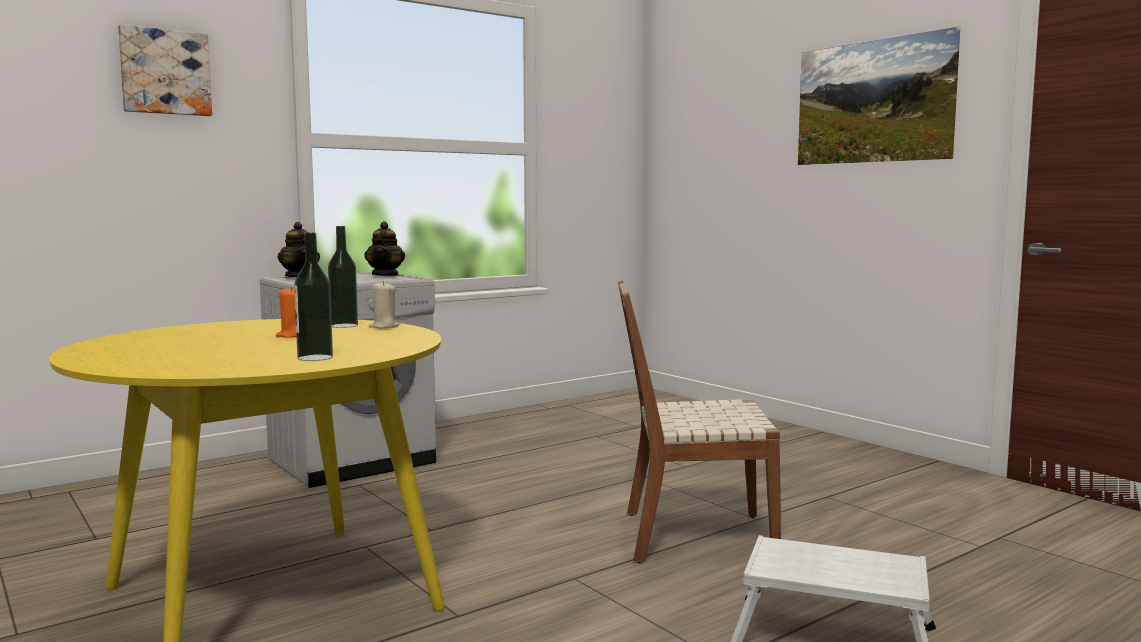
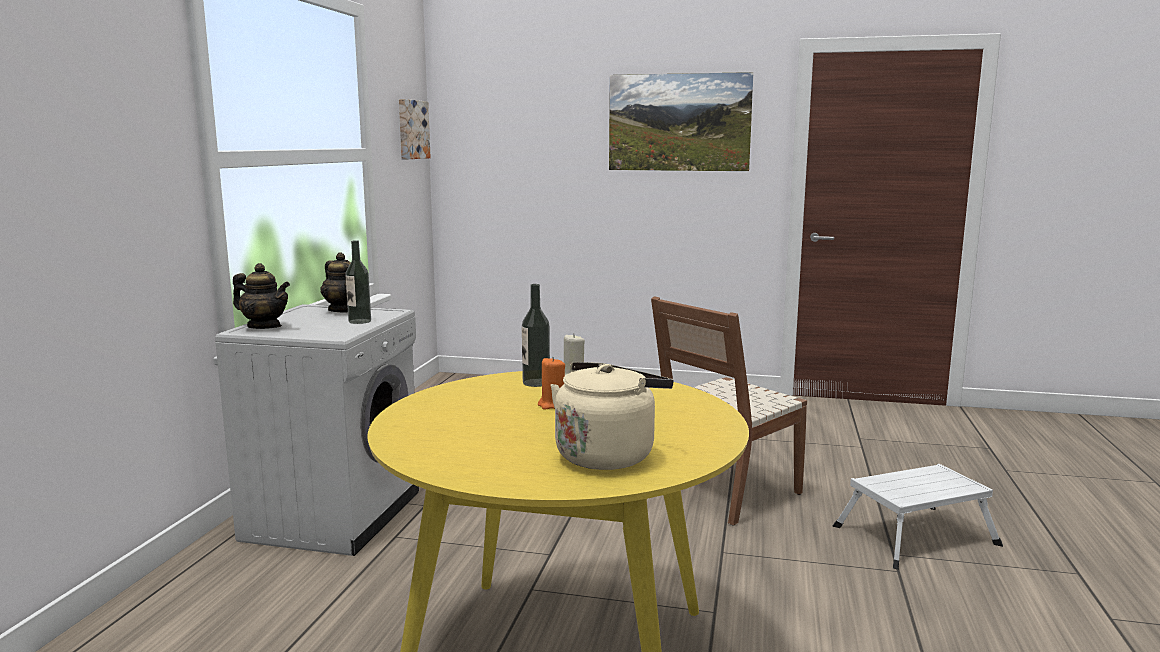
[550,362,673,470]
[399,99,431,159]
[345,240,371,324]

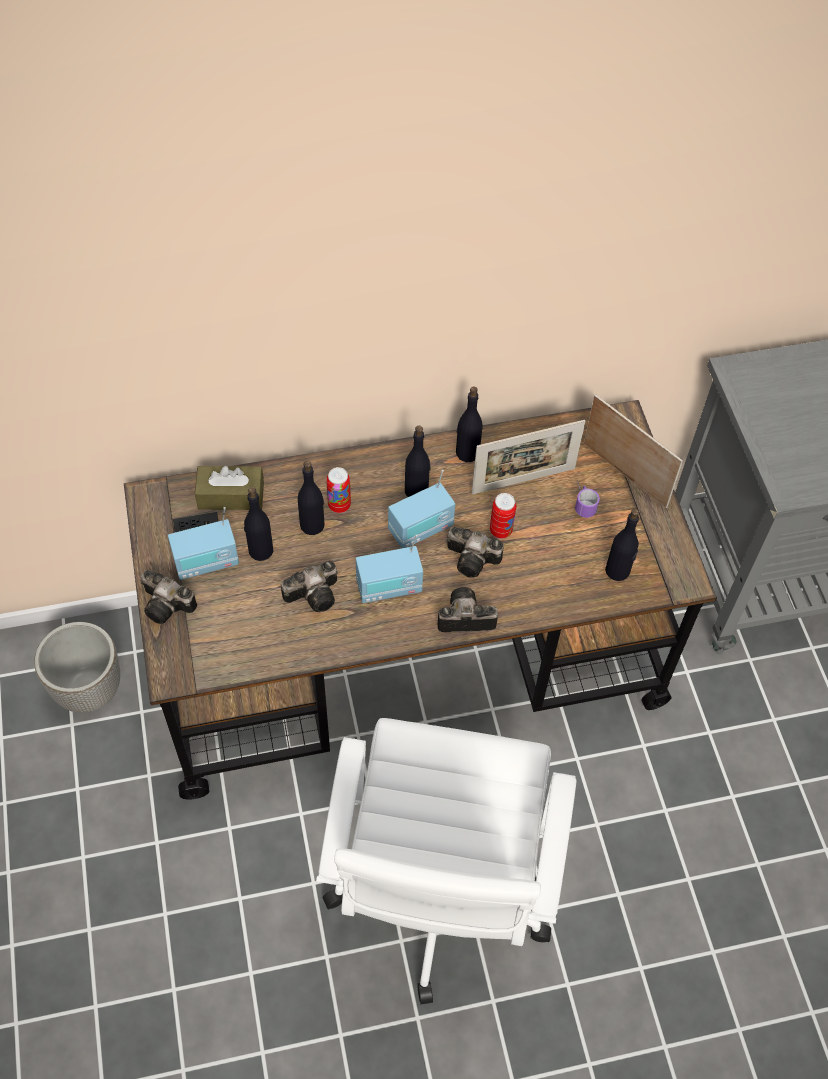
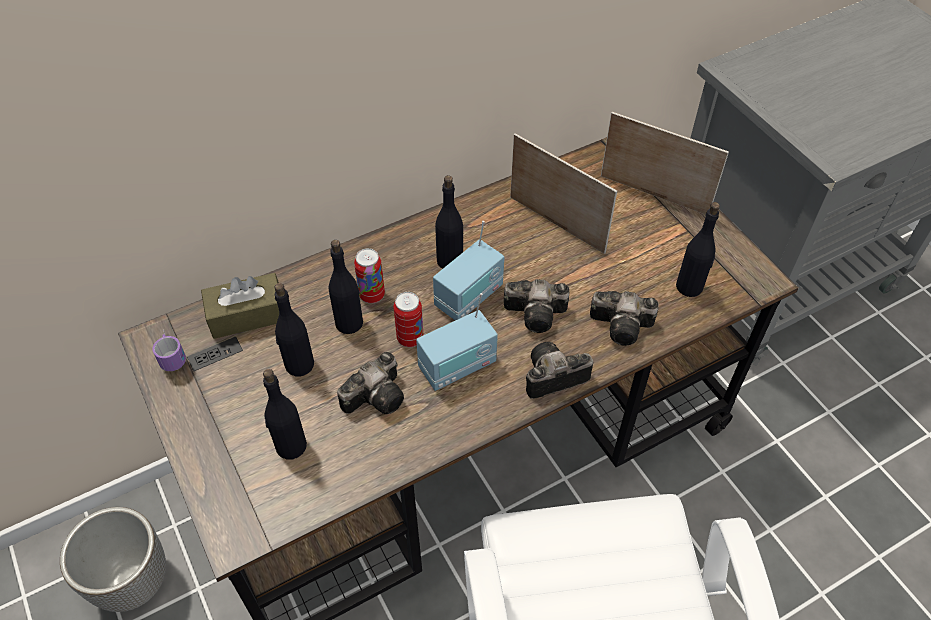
[168,507,239,580] (first image)
[590,291,659,346]
[263,369,307,460]
[394,292,423,347]
[152,330,186,371]
[510,133,617,254]

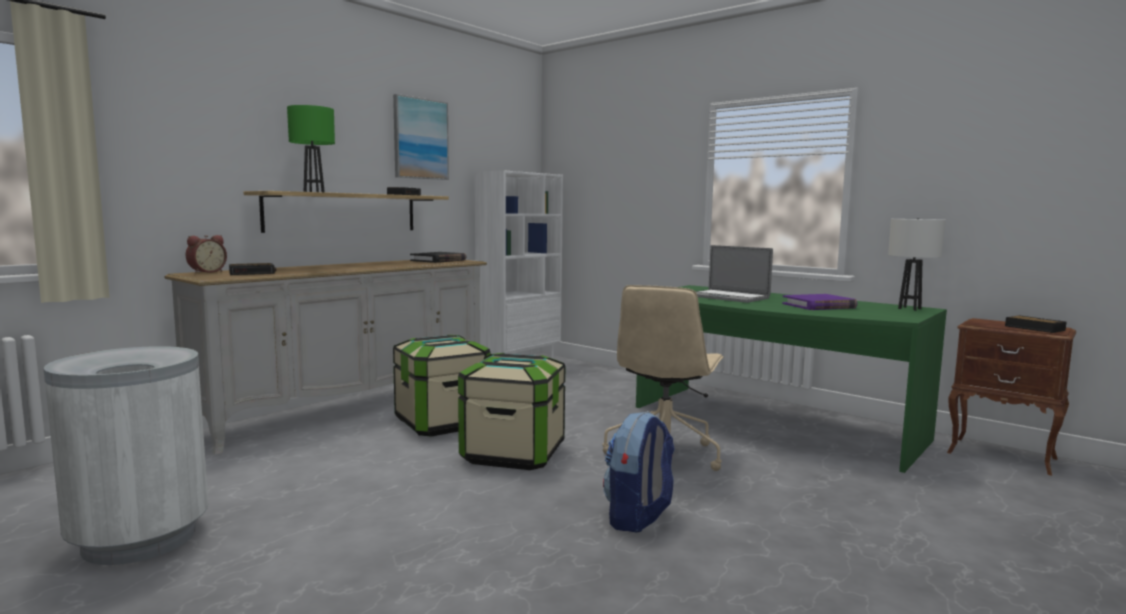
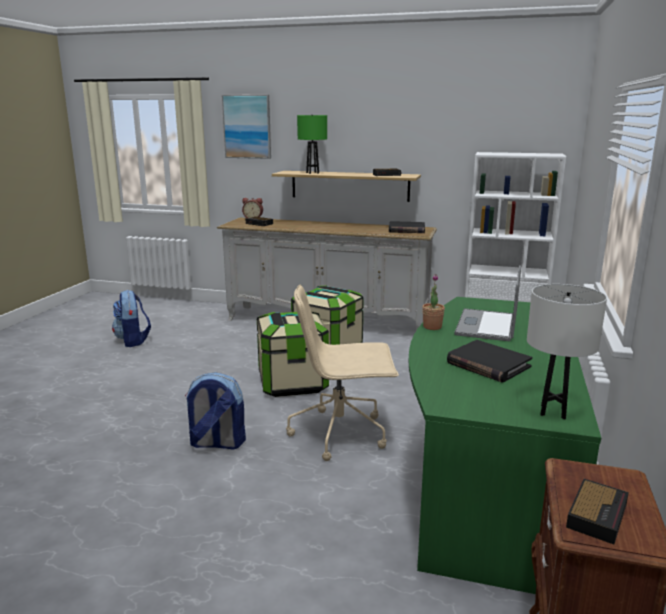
[422,274,445,330]
[222,95,271,159]
[112,290,151,347]
[447,340,532,382]

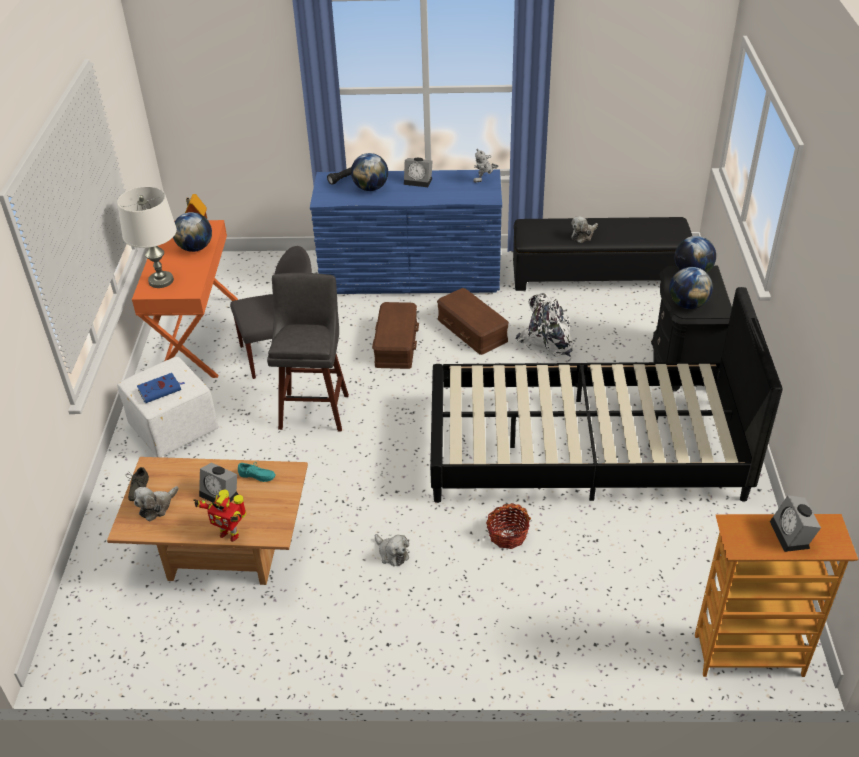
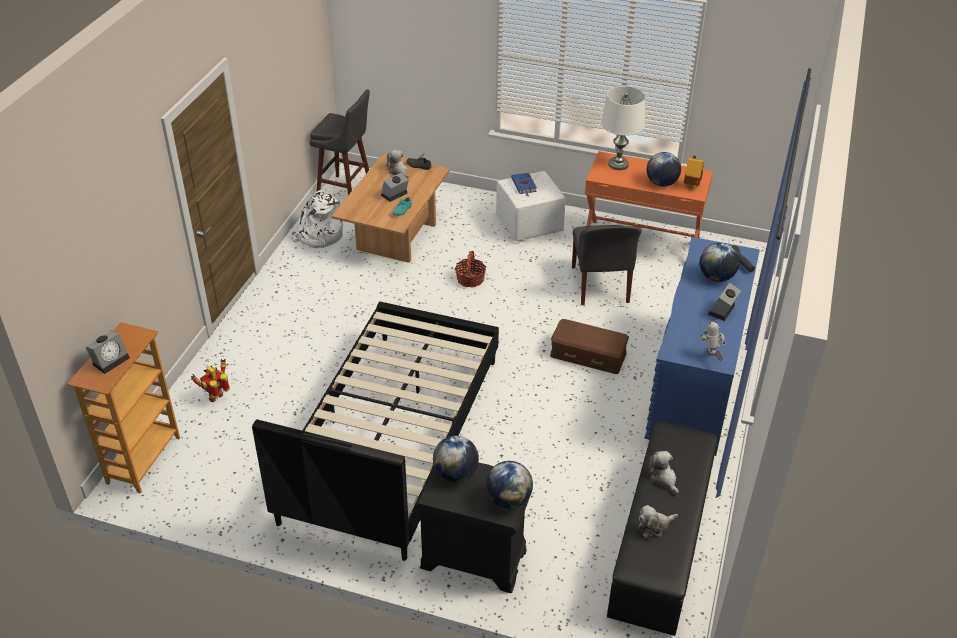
[437,288,509,355] (first image)
[191,359,230,402]
[309,89,370,195]
[638,505,678,538]
[455,251,486,287]
[290,190,343,248]
[85,331,130,374]

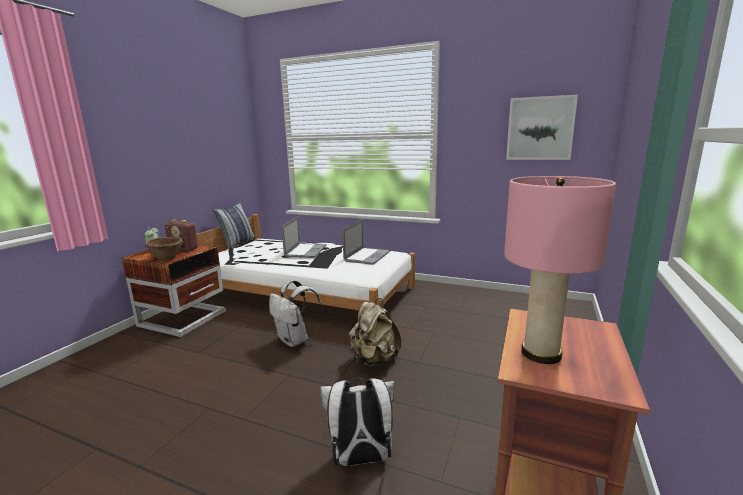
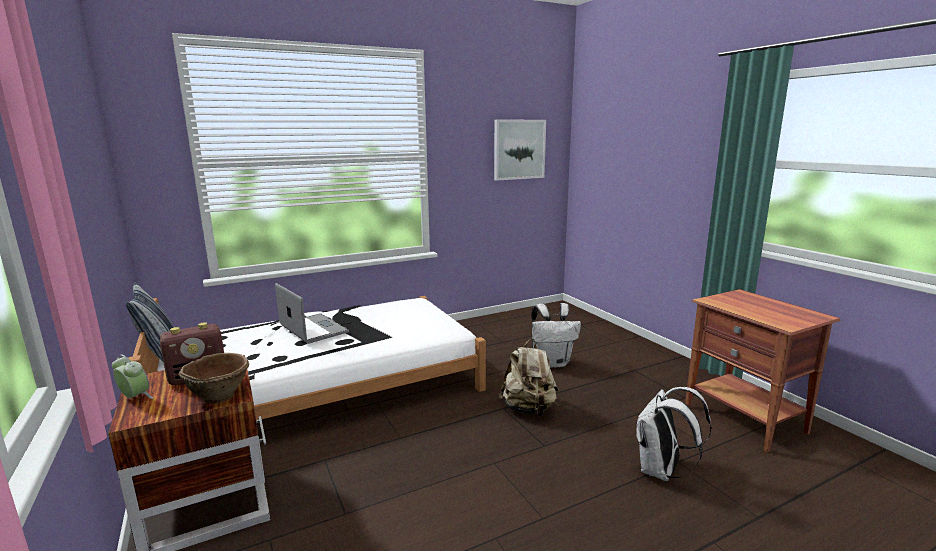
[342,219,390,265] (first image)
[504,176,616,364] (first image)
[532,303,581,368]

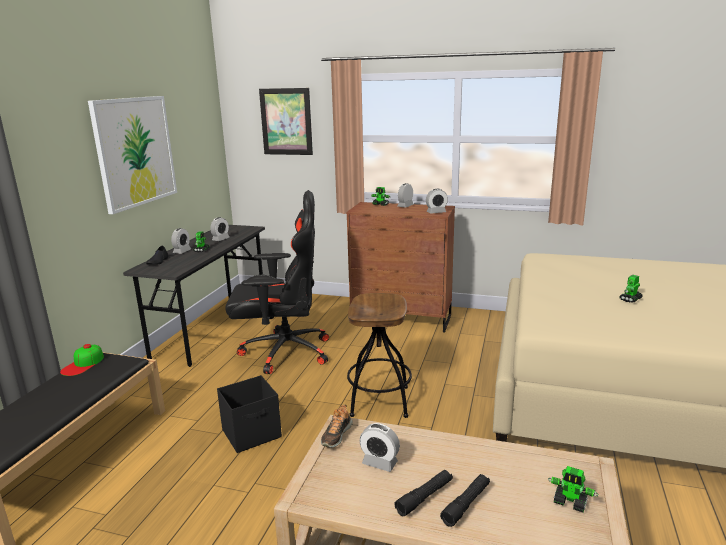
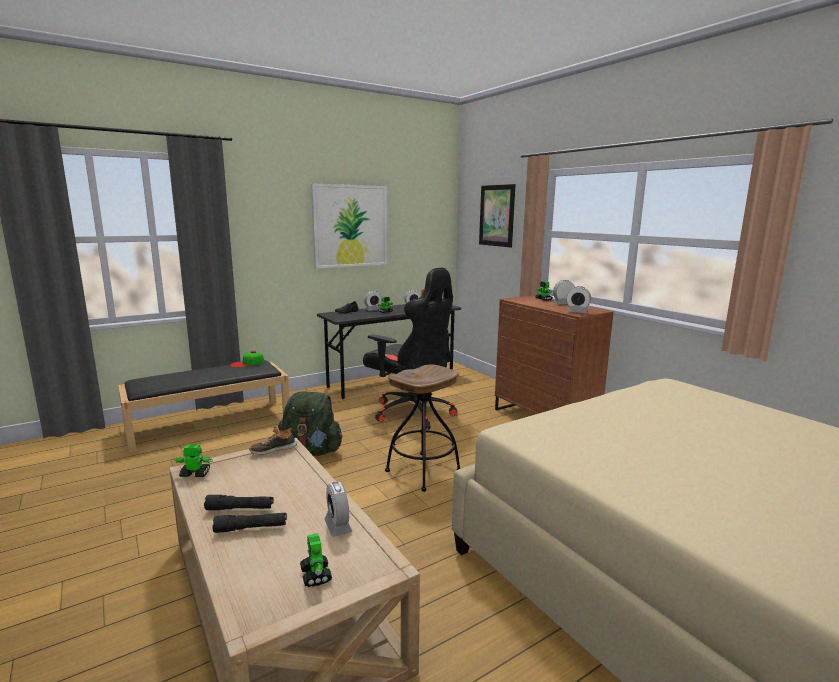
[324,482,353,537]
[174,444,213,477]
[278,392,343,456]

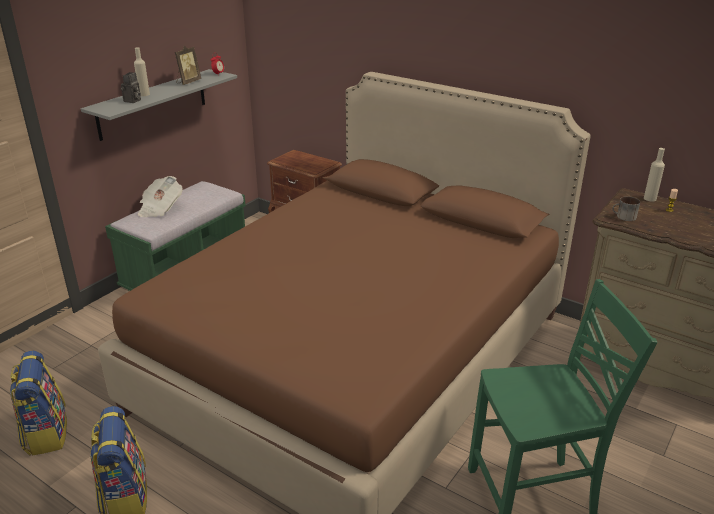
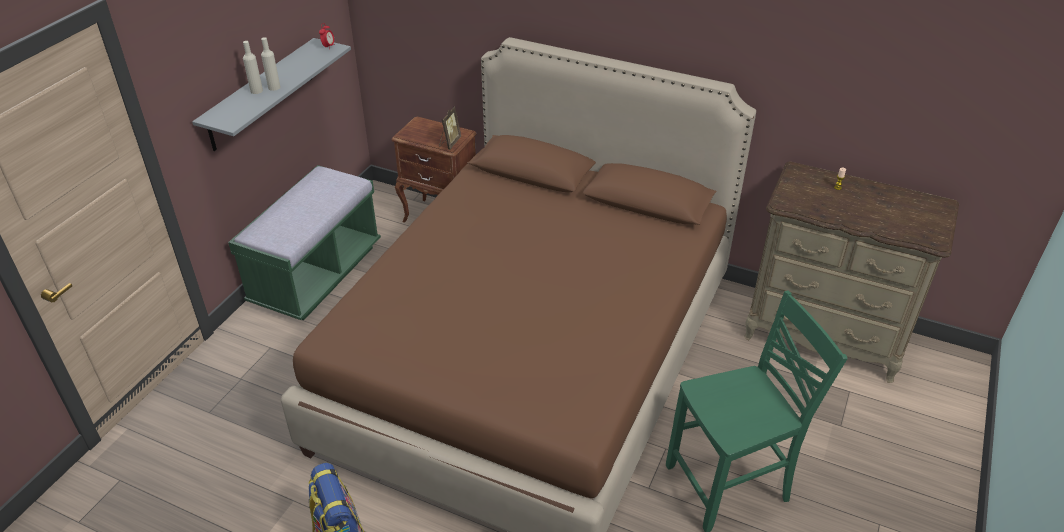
[10,351,67,455] (first image)
[121,72,141,103] (first image)
[138,176,183,217] (first image)
[612,196,640,221] (first image)
[439,107,461,150]
[261,37,280,91]

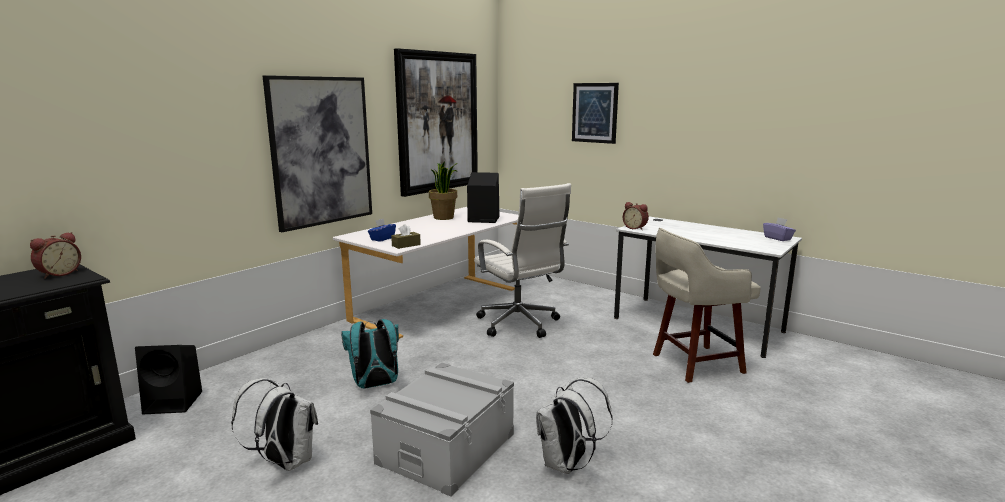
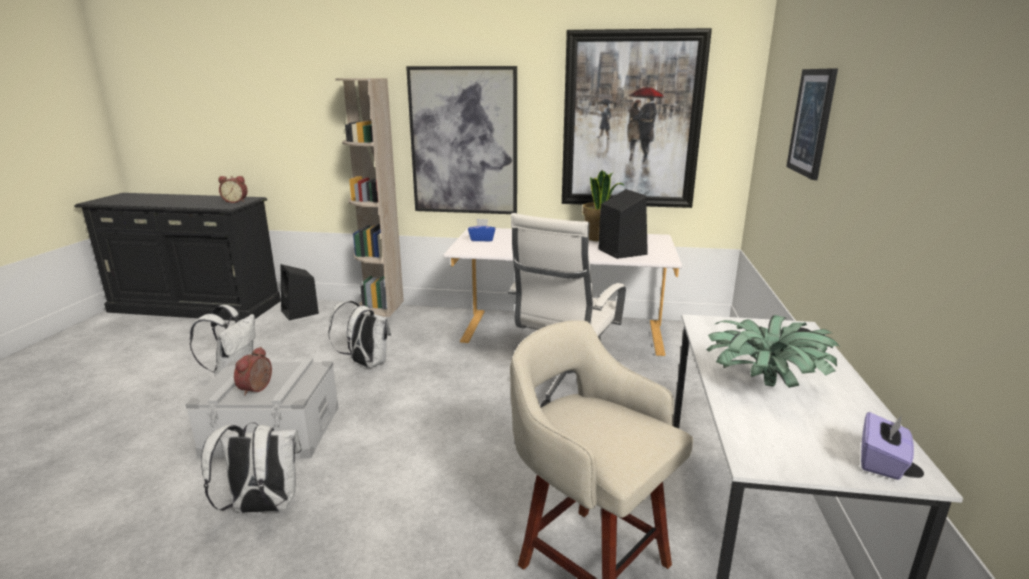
[391,224,421,249] (first image)
[335,78,404,318]
[706,315,840,388]
[234,347,272,396]
[328,301,391,368]

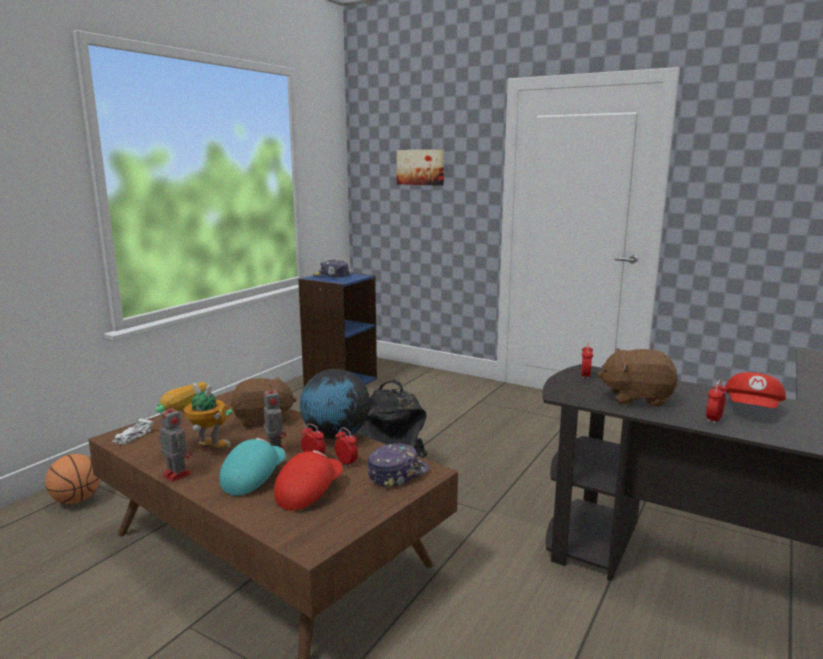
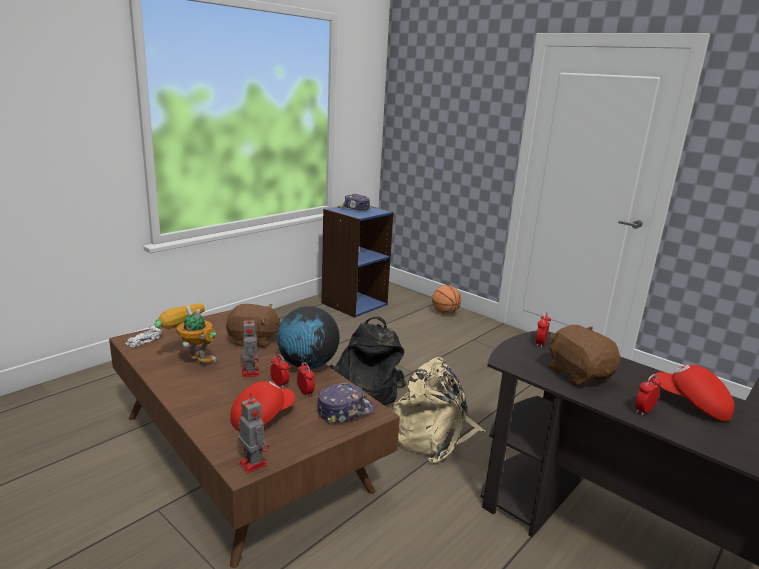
[219,438,286,496] (first image)
[397,150,444,186] (first image)
[390,357,486,464]
[432,285,461,314]
[238,393,270,474]
[548,325,620,386]
[656,365,734,421]

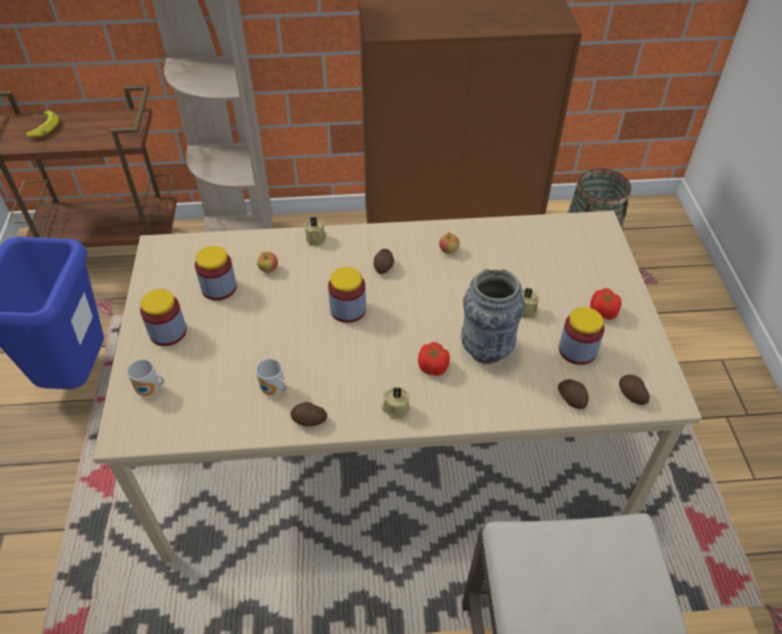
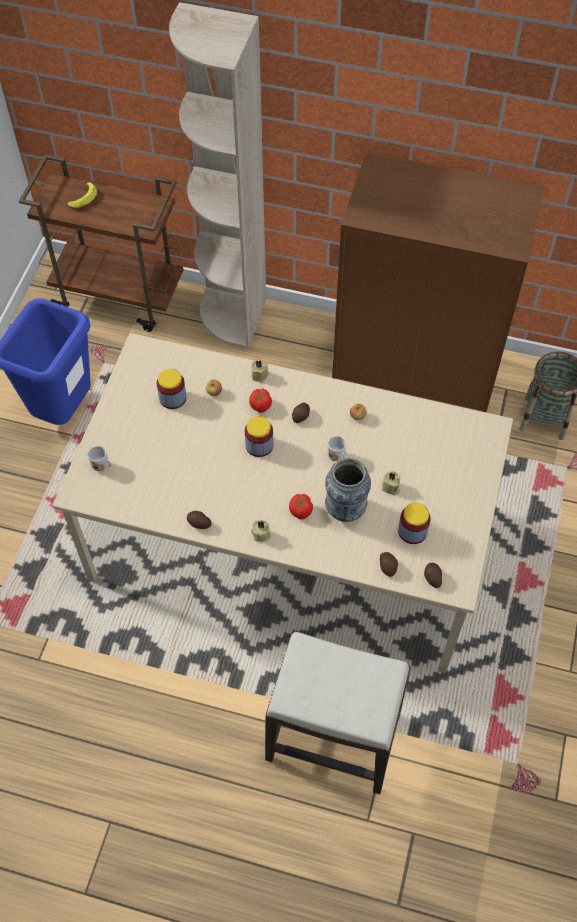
[140,289,187,346] (first image)
[328,436,346,461]
[249,389,272,413]

